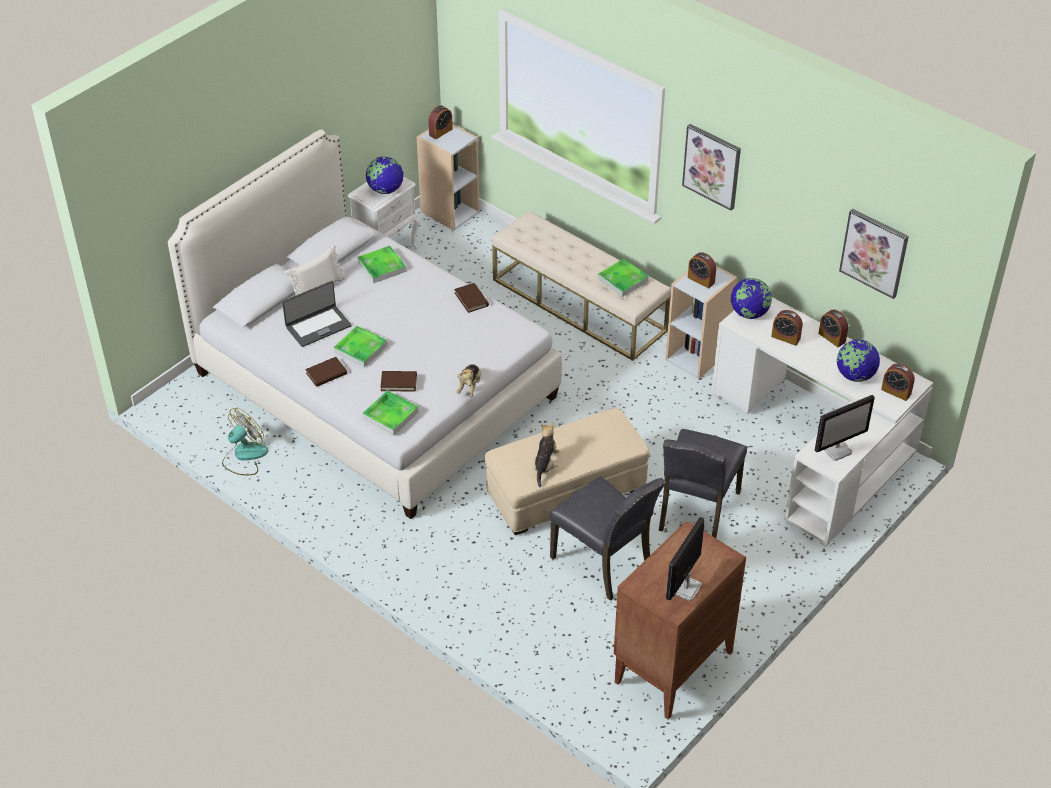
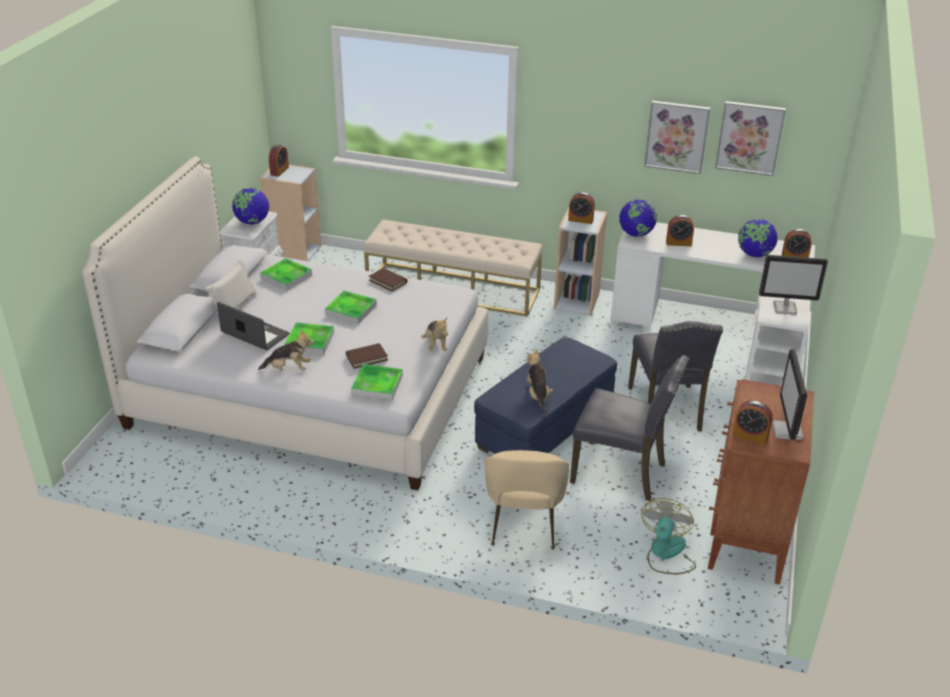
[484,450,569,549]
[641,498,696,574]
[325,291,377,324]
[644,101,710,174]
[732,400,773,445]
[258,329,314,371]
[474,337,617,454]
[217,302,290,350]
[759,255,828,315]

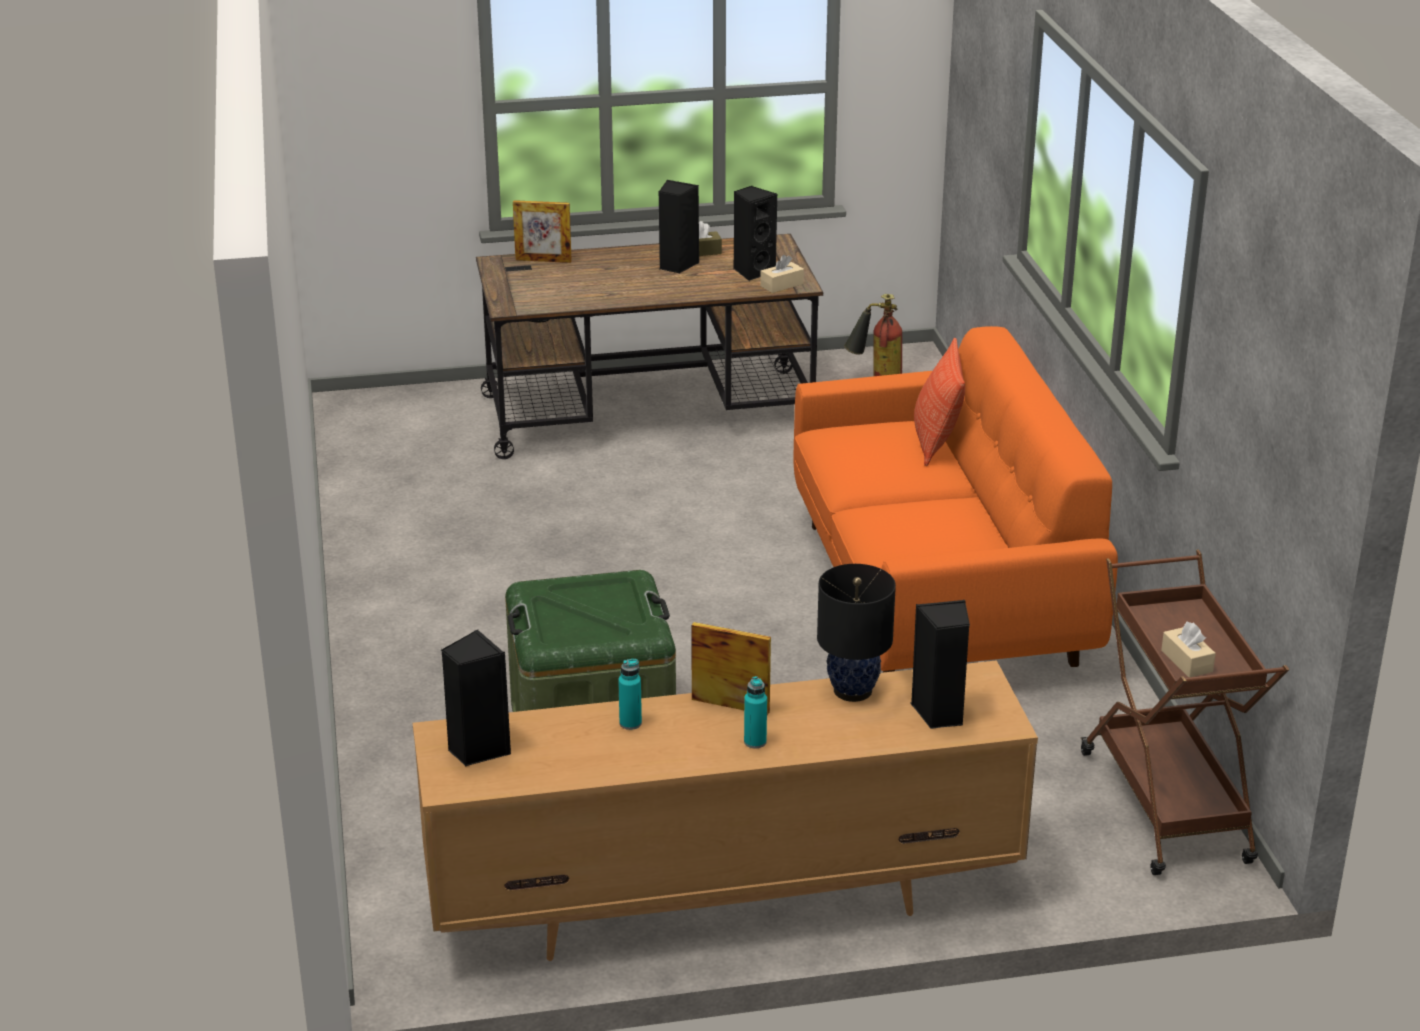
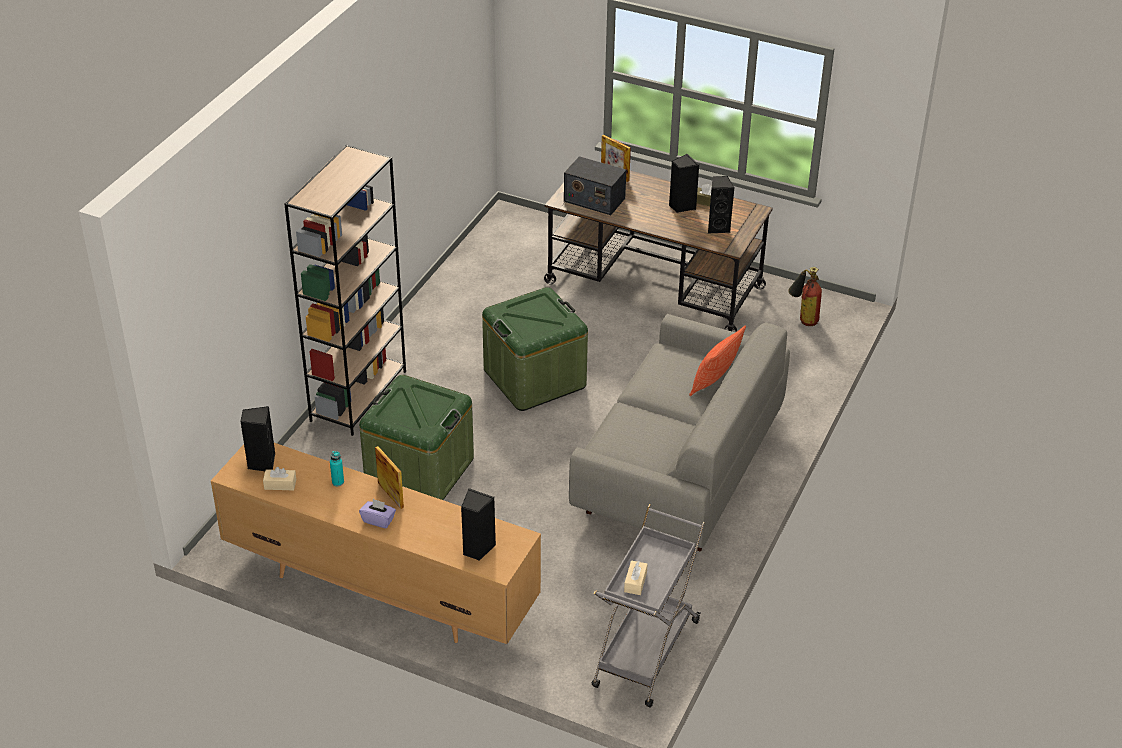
[817,564,896,702] (first image)
[284,145,406,436]
[482,287,588,411]
[564,156,626,215]
[263,467,296,490]
[359,499,396,528]
[569,314,790,551]
[592,504,705,708]

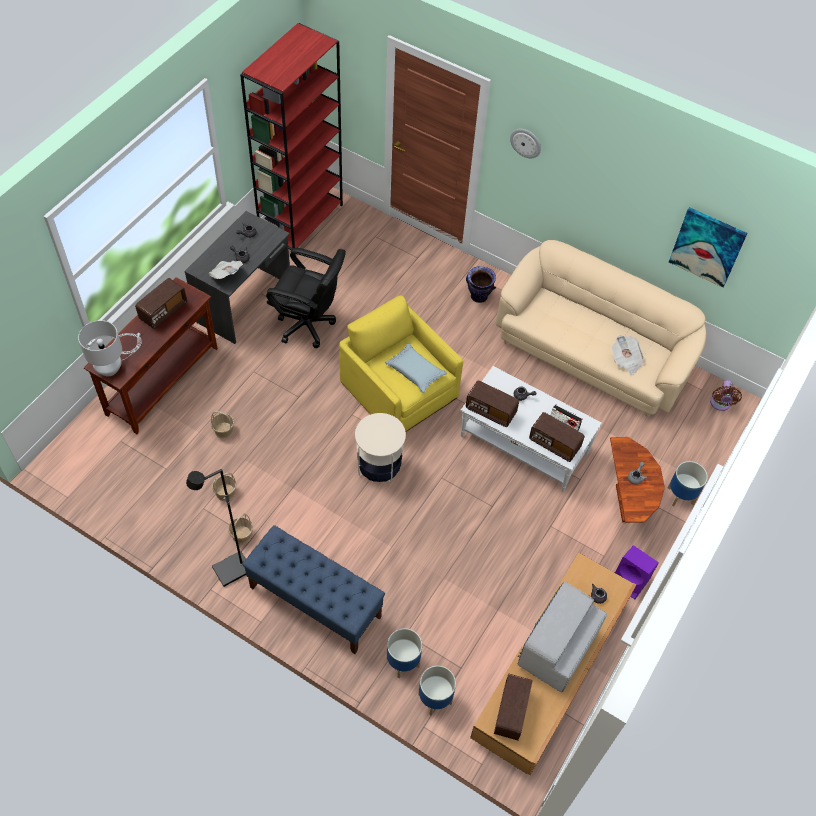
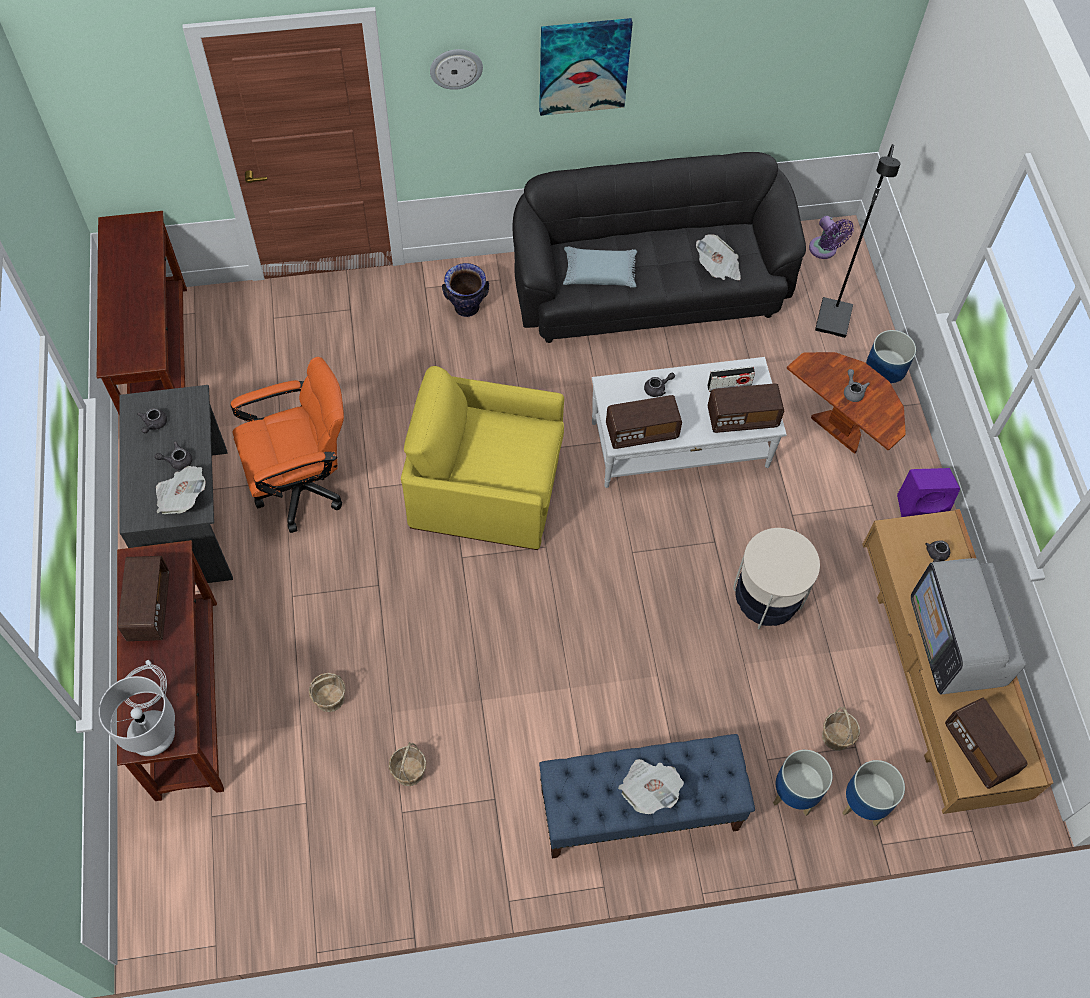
[618,759,684,814]
[815,144,901,338]
[822,707,860,751]
[733,528,820,629]
[563,246,637,288]
[539,18,633,116]
[97,211,187,416]
[231,357,344,533]
[513,152,806,343]
[809,216,854,259]

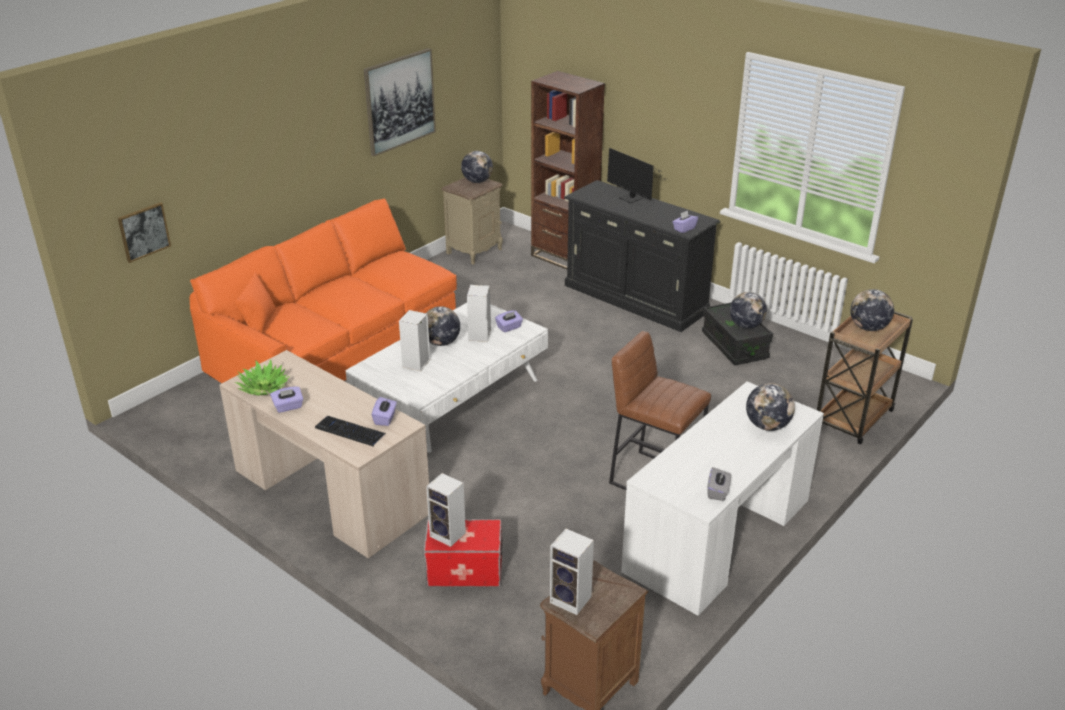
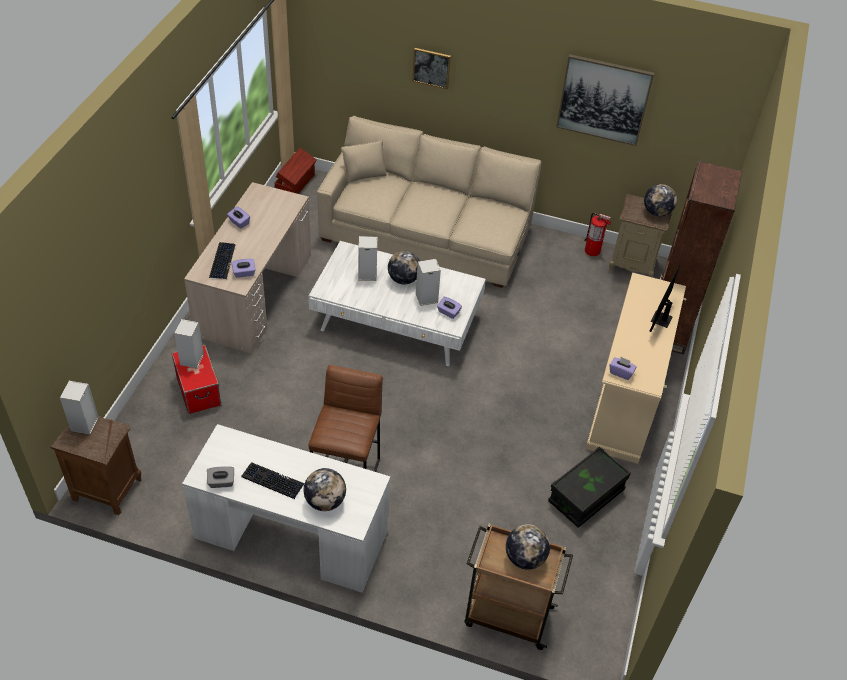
[235,359,289,396] (first image)
[729,292,767,329] (first image)
[241,462,305,499]
[275,148,317,194]
[584,213,611,256]
[413,48,451,90]
[317,116,541,288]
[586,273,686,464]

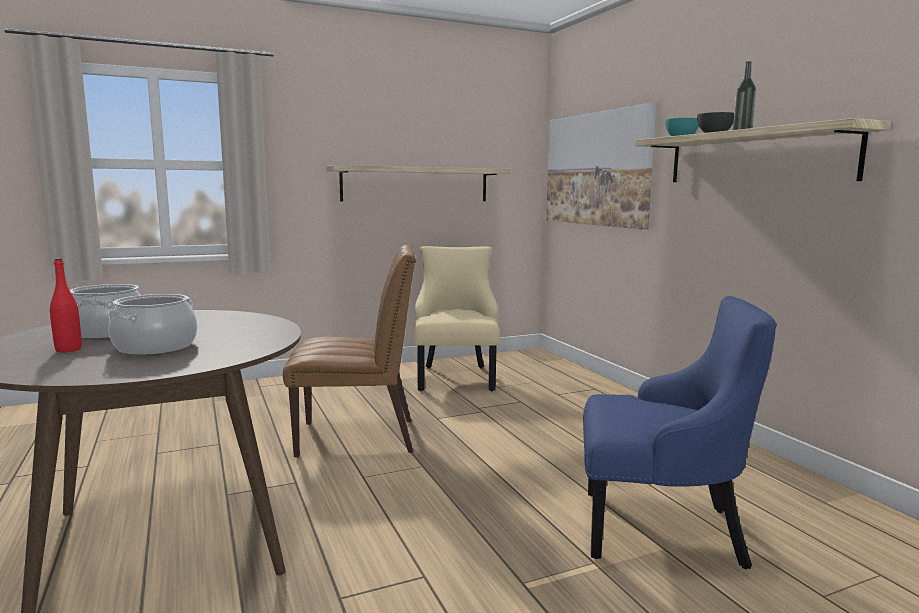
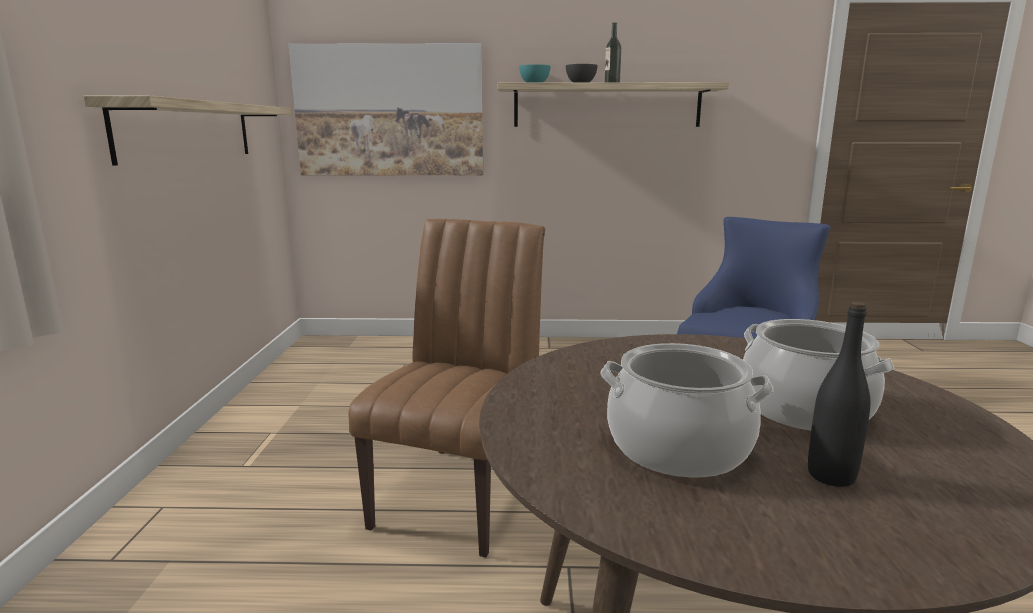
[414,246,500,391] (first image)
[808,302,871,487]

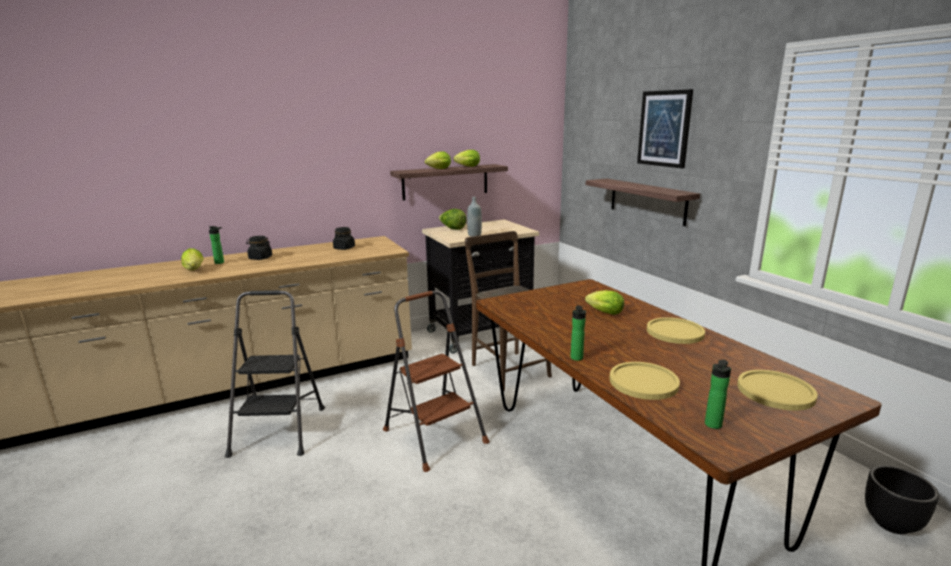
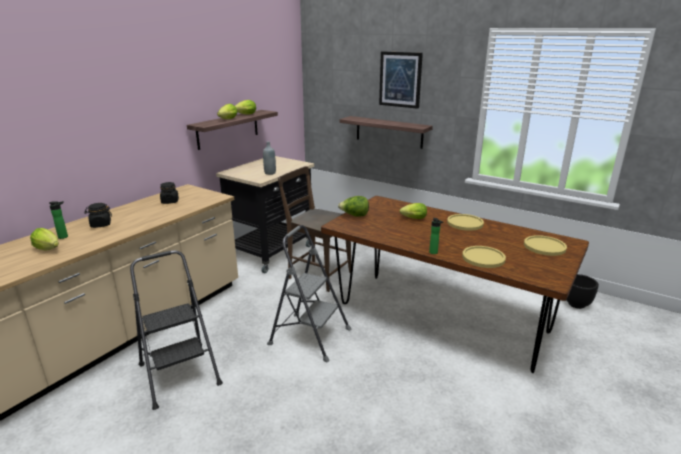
[705,360,731,429] (first image)
[338,196,369,217]
[267,225,352,362]

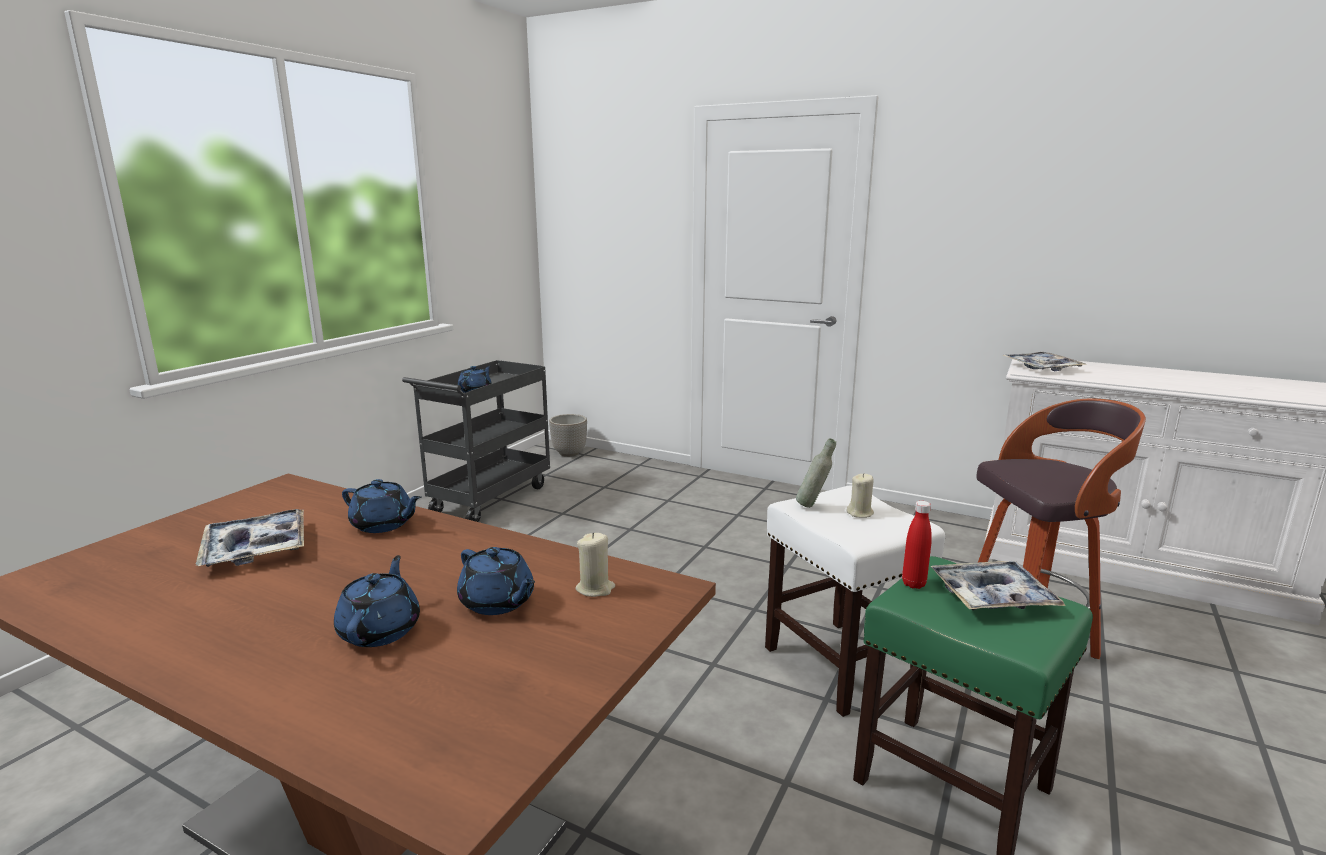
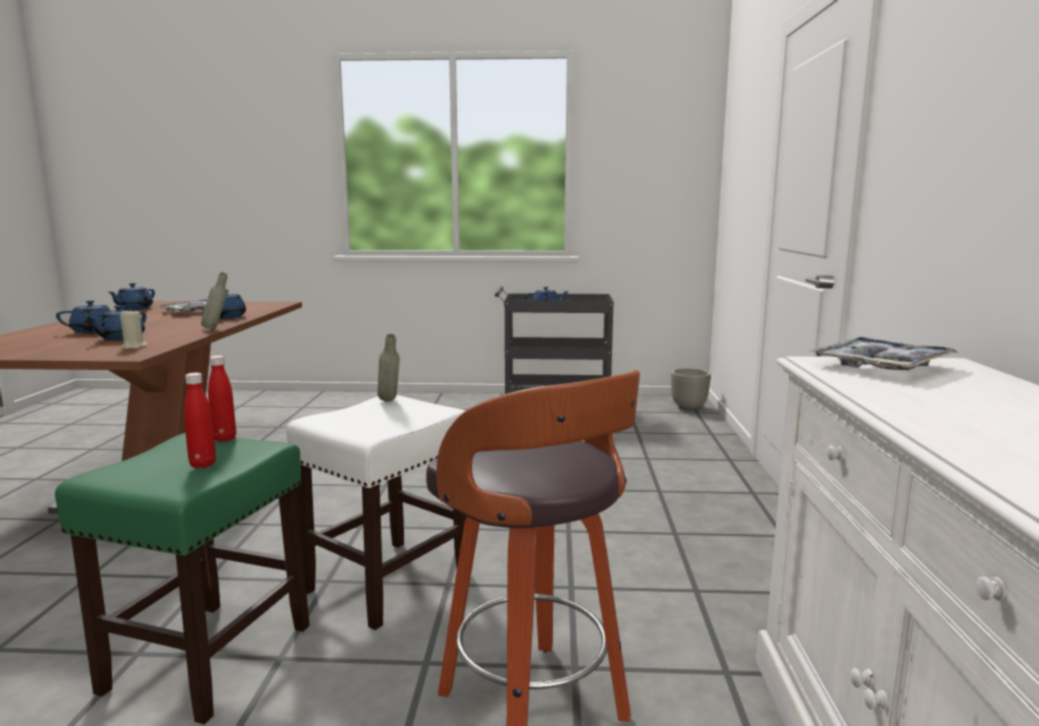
[847,473,874,518] (first image)
[108,283,155,310]
[201,272,227,329]
[184,373,216,468]

